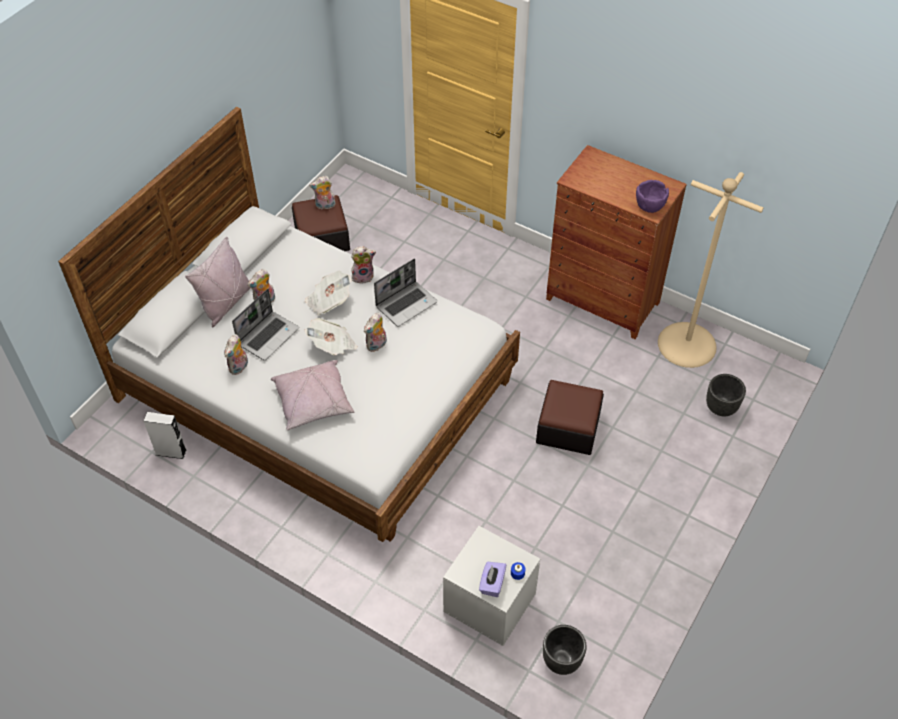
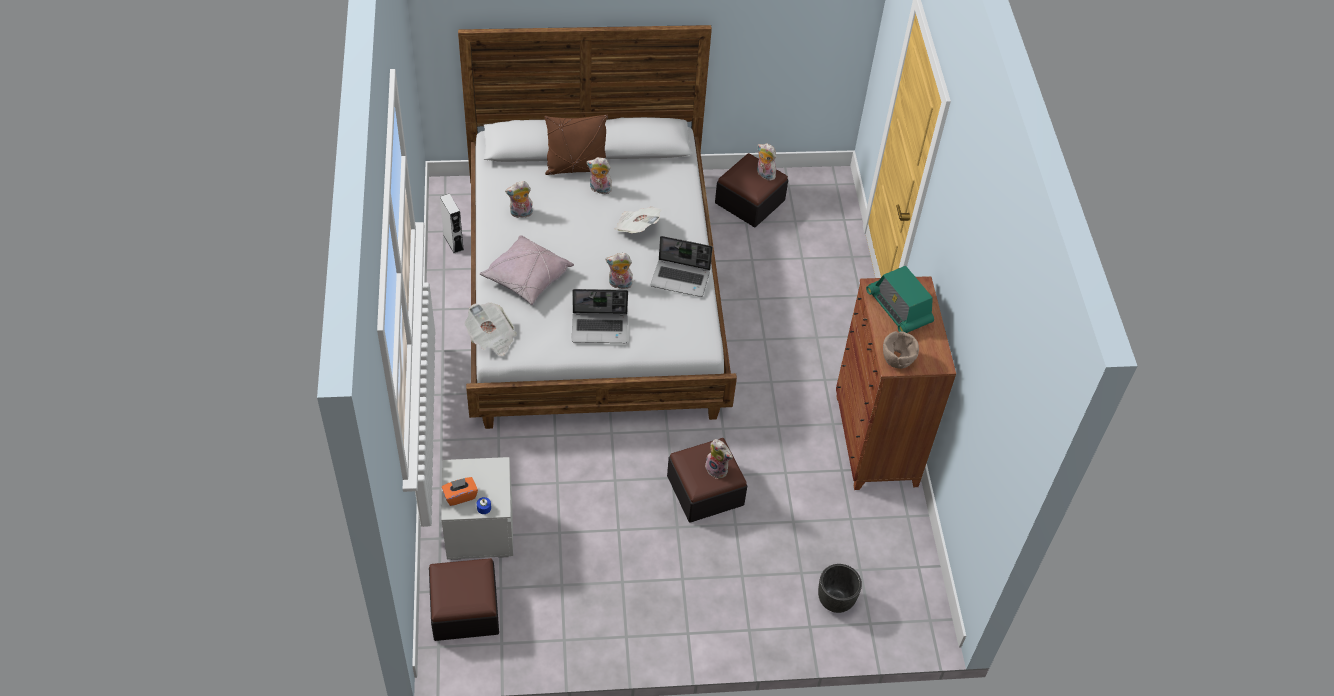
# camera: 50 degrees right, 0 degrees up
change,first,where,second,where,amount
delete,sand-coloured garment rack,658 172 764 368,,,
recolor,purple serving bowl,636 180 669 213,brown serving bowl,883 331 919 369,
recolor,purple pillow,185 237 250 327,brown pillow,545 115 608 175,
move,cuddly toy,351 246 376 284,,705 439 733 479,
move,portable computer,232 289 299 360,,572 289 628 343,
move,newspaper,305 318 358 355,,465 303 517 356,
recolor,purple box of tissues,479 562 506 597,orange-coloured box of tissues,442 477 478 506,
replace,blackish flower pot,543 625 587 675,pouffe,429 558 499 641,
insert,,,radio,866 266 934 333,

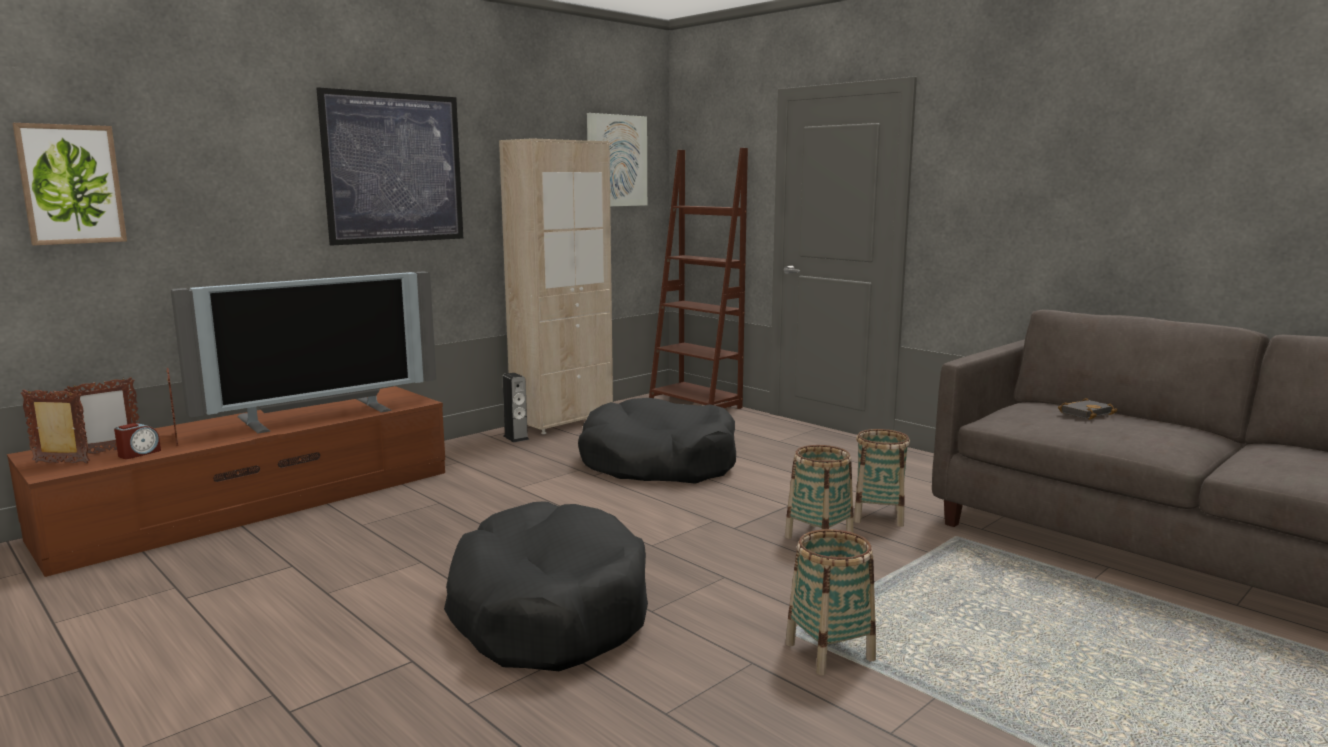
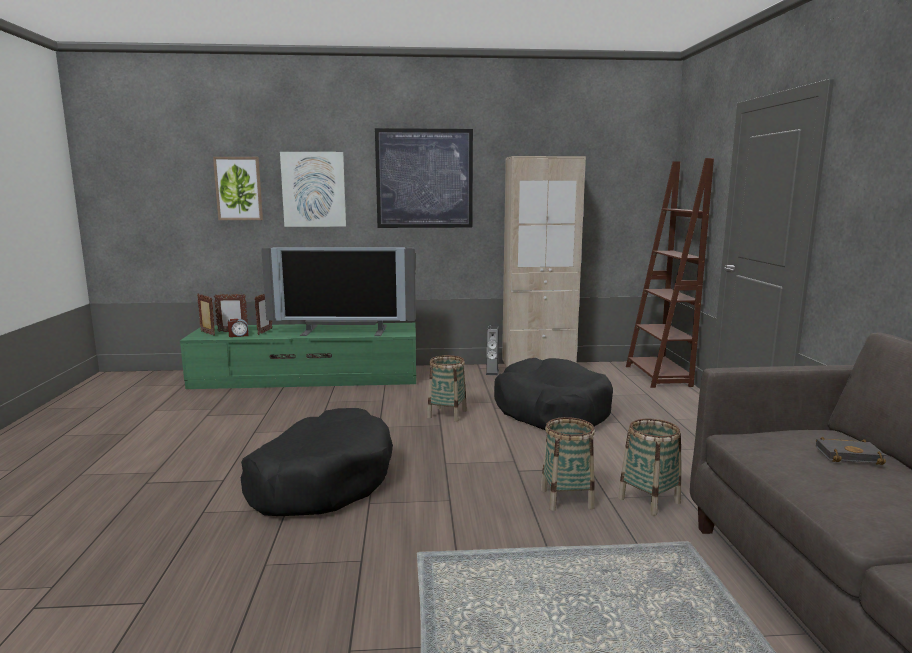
# camera: 40 degrees right, 0 degrees up
change,first,where,second,where,amount
move,picture,587 113 647 206,,280 152 346 227,
recolor,brown tv unit,7 386 445 577,green-coloured tv unit,180 323 416 389,
move,basket,785 529 876 675,,427 355 467 421,

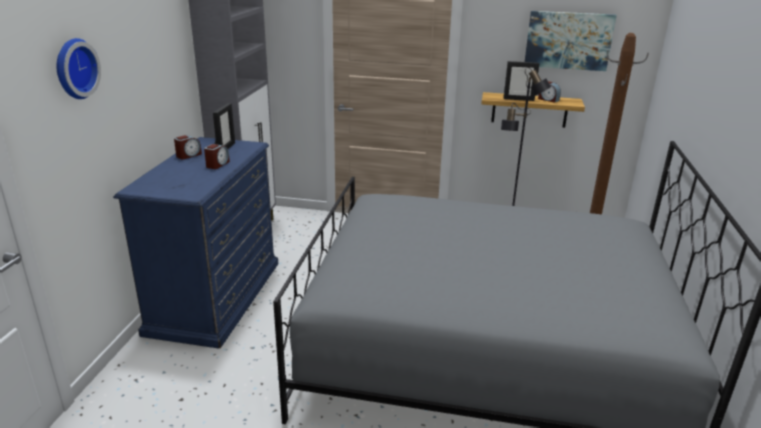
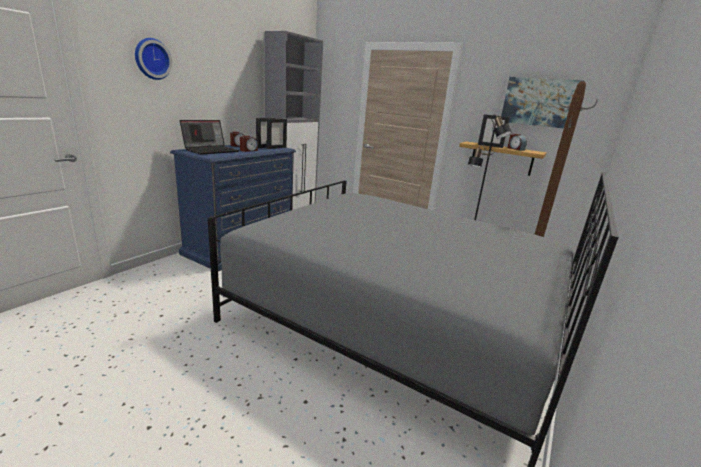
# camera: 20 degrees right, 5 degrees down
change,first,where,second,where,amount
insert,,,picture frame,266 119 287 149,
insert,,,portable computer,180 120 239 155,

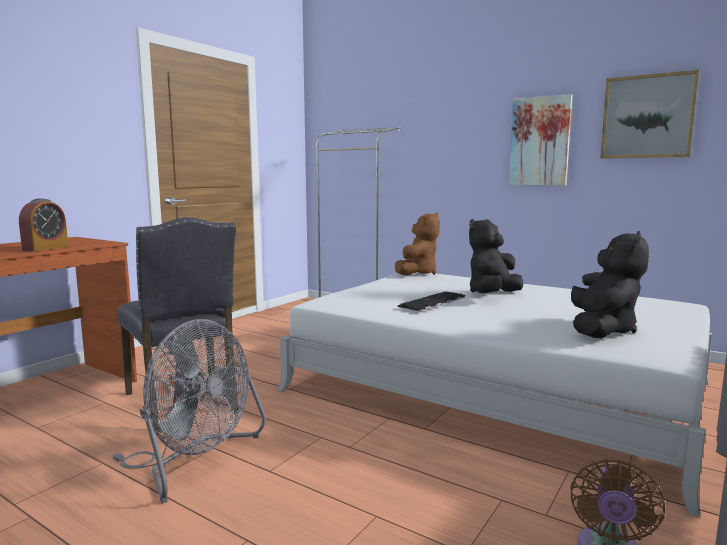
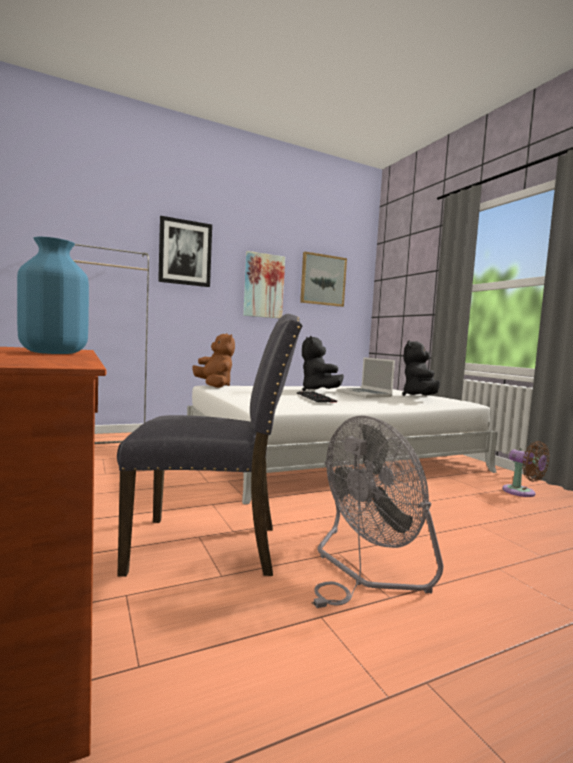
# camera: 60 degrees left, 5 degrees down
change,first,where,second,where,amount
replace,bedside clock,19 199 69 252,blue decorative vase,17 237 89 354,
rotate,blackish cuddly toy,571 231 649 338,,402 340 440 396,120 degrees counterclockwise
insert,,,picture,158 216 212 287,
insert,,,portable computer,337 357 395 398,

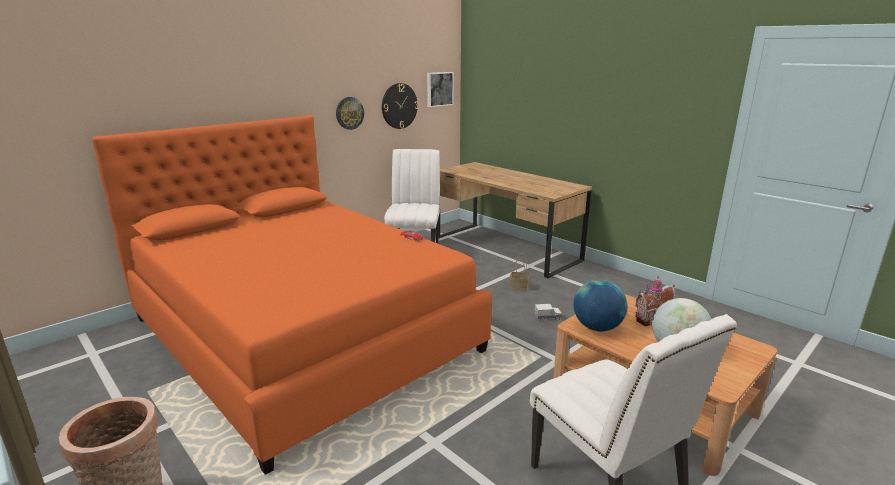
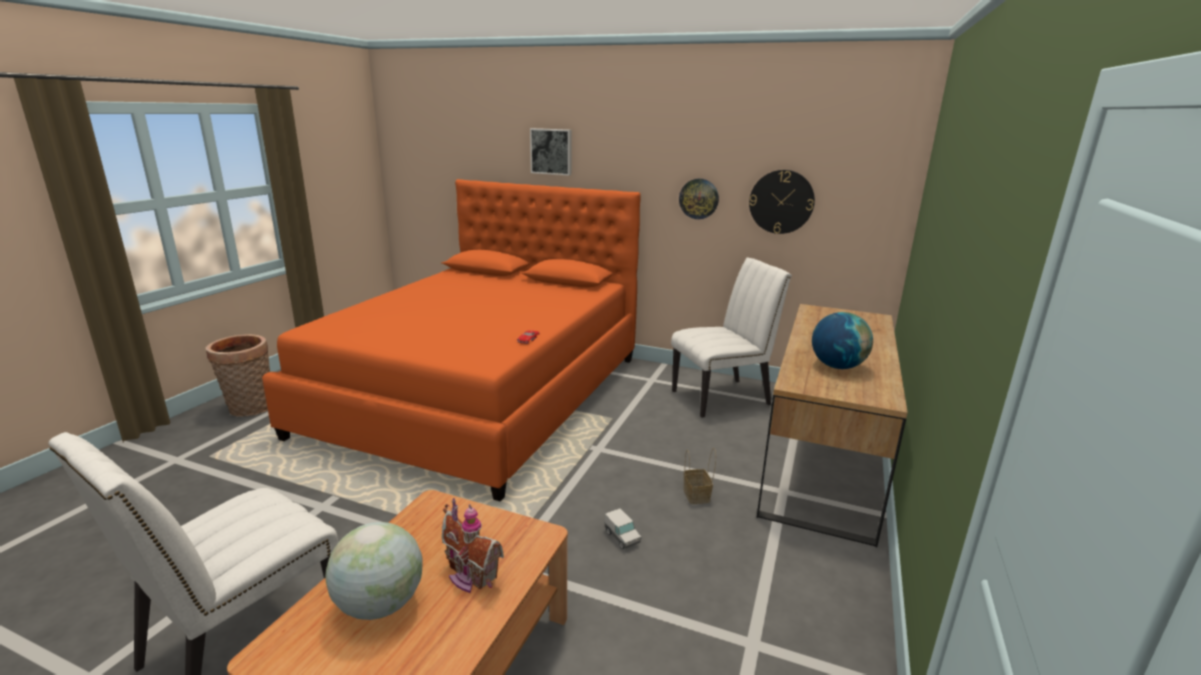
# camera: 65 degrees right, 0 degrees up
change,first,where,second,where,amount
move,picture,427 72 454 107,,530 128 571 176,
move,globe,573 279 627 331,,812 312 873 369,

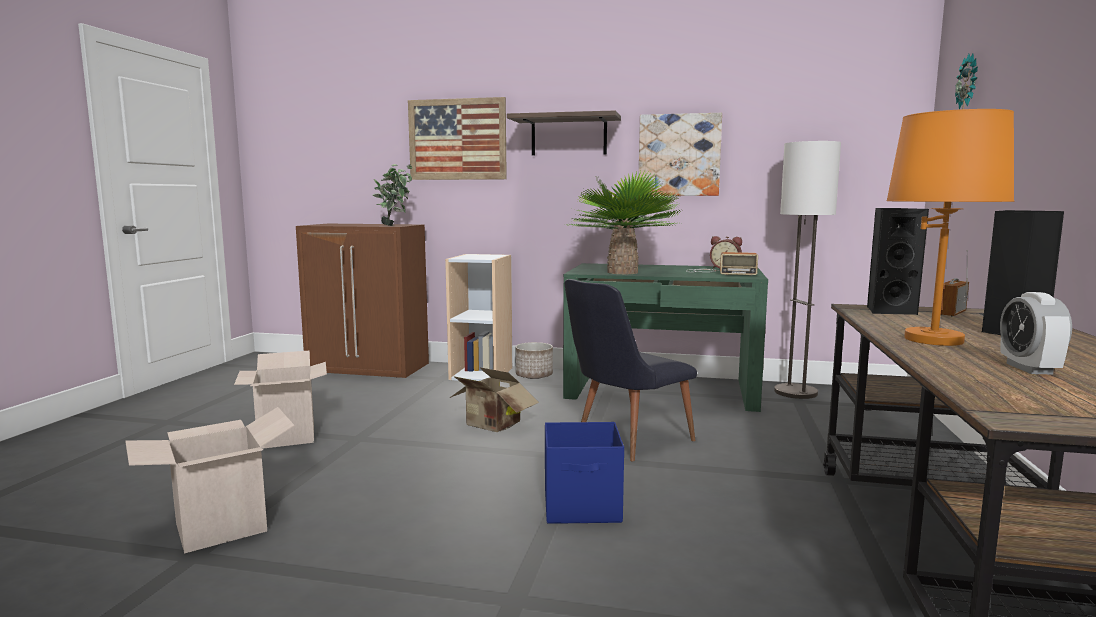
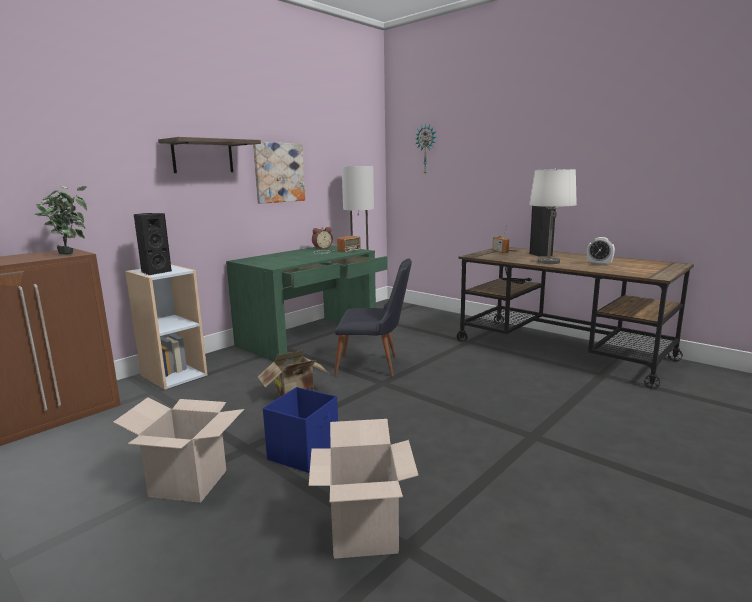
# camera: 60 degrees left, 5 degrees up
change,first,where,second,where,amount
delete,picture,408 97 507 180,,,
recolor,orange-coloured tabletop lamp,887 109 1014 346,white tabletop lamp,529 168 577 264,
delete,houseplant,563 171 685 274,,,
move,blackish loudspeaker,867 208 929 315,,134 213 172 276,
rotate,blackish upright chair,564 279 697 461,,334 258 412 377,75 degrees counterclockwise
delete,flower pot,515 342 553 379,,,
move,blue storage bin,545 422 624 524,,263 387 338 473,

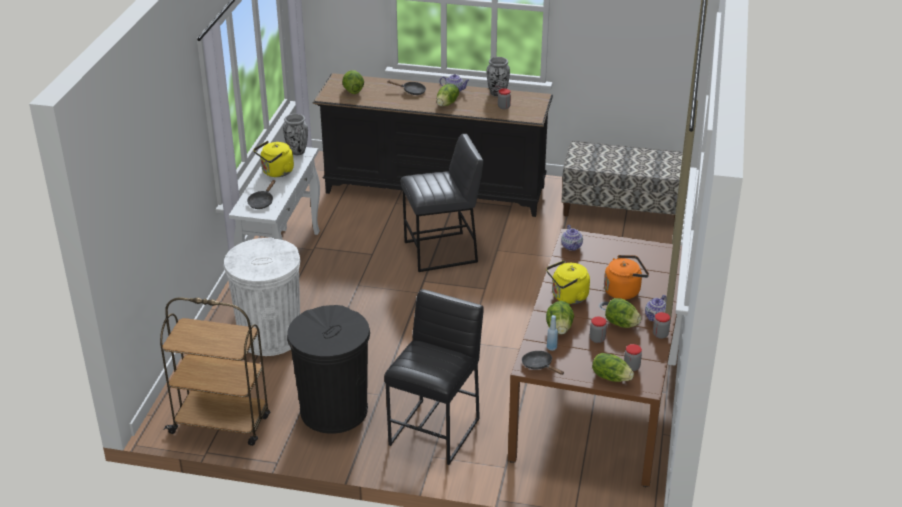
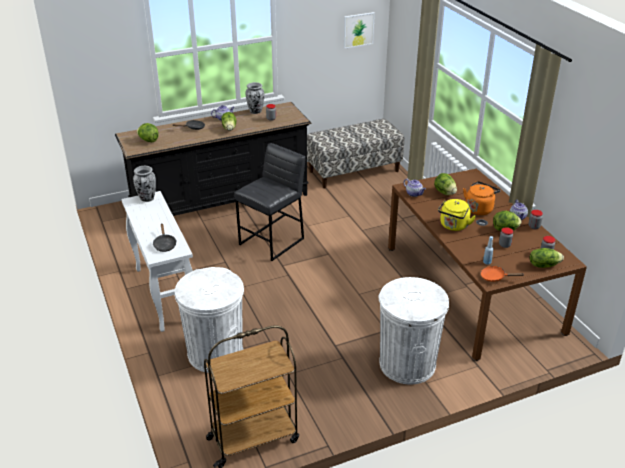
# camera: 35 degrees left, 0 degrees up
change,first,where,second,where,amount
delete,yellow-coloured kettle,254 141 294 177,,,
replace,blackish stool,384 289 484 465,white waste bin,379 277 449 385,
move,head of lettuce,546 301 574 335,,434 173 457 195,
delete,blackish waste bin,287 305 370 434,,,
recolor,blackish skillet,522 351 564 375,orange-coloured skillet,481 266 524 282,
insert,,,picture,344 12 375 49,

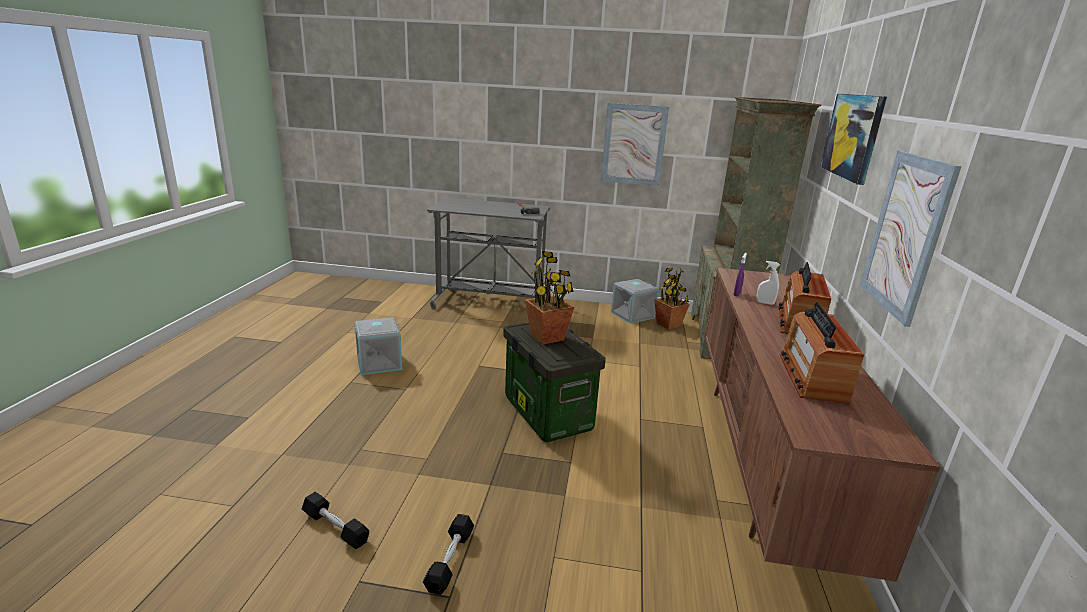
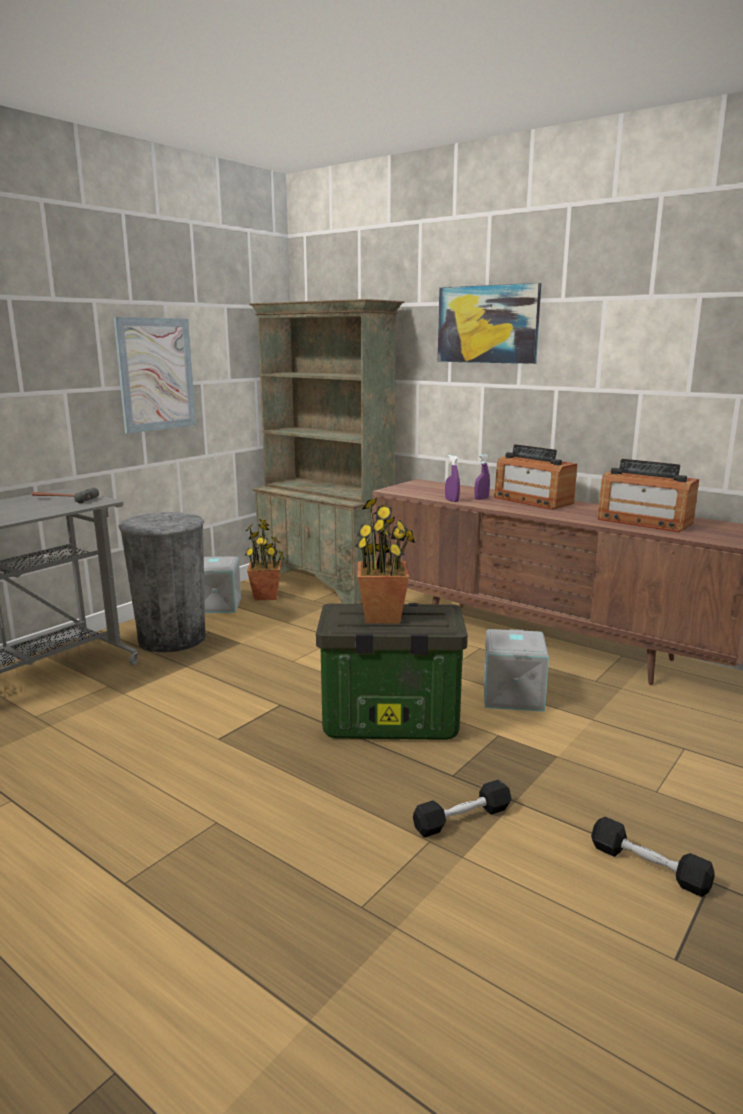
# camera: 60 degrees left, 5 degrees down
change,first,where,second,where,amount
delete,picture,860 151 961 327,,,
recolor,white spray bottle,756 261 780 305,purple spray bottle,475 454 490 500,
move,grey storage bin,353 317 402 375,,484 629 549 712,
move,blackish free weight,302 492 369 549,,413 780 512 838,
insert,,,grey waste bin,119 512 206 653,

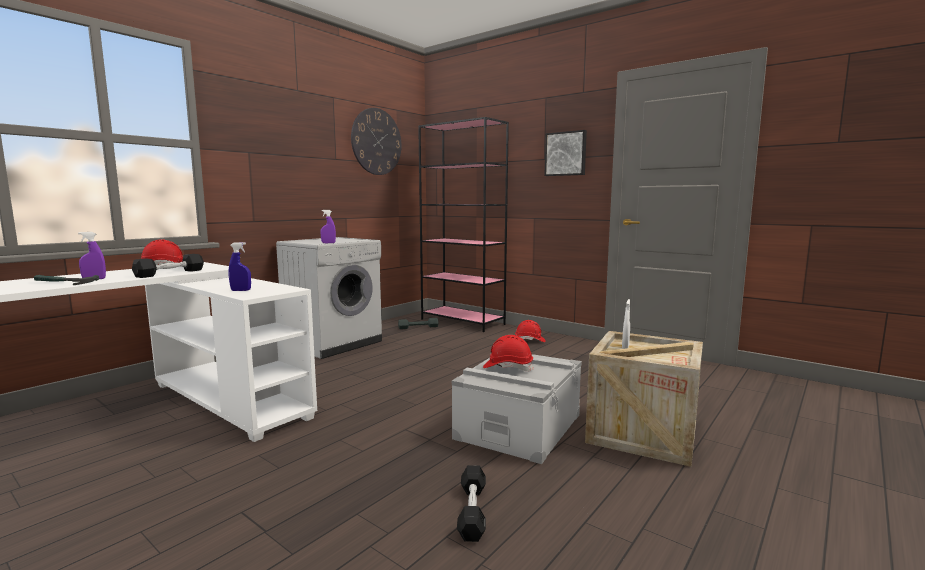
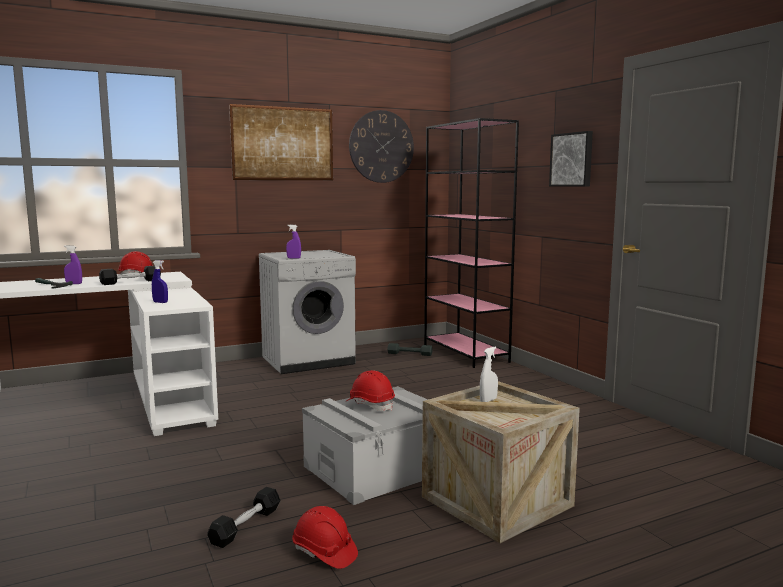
# camera: 25 degrees right, 0 degrees up
change,first,where,second,where,amount
move,red safety helmet,515 320 546 342,,292 506 358 569,
insert,,,picture,229 104 333 180,

